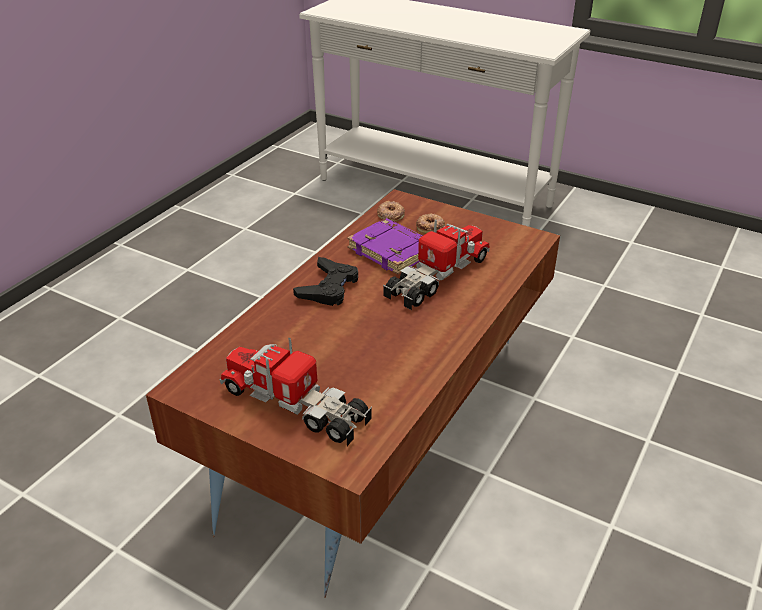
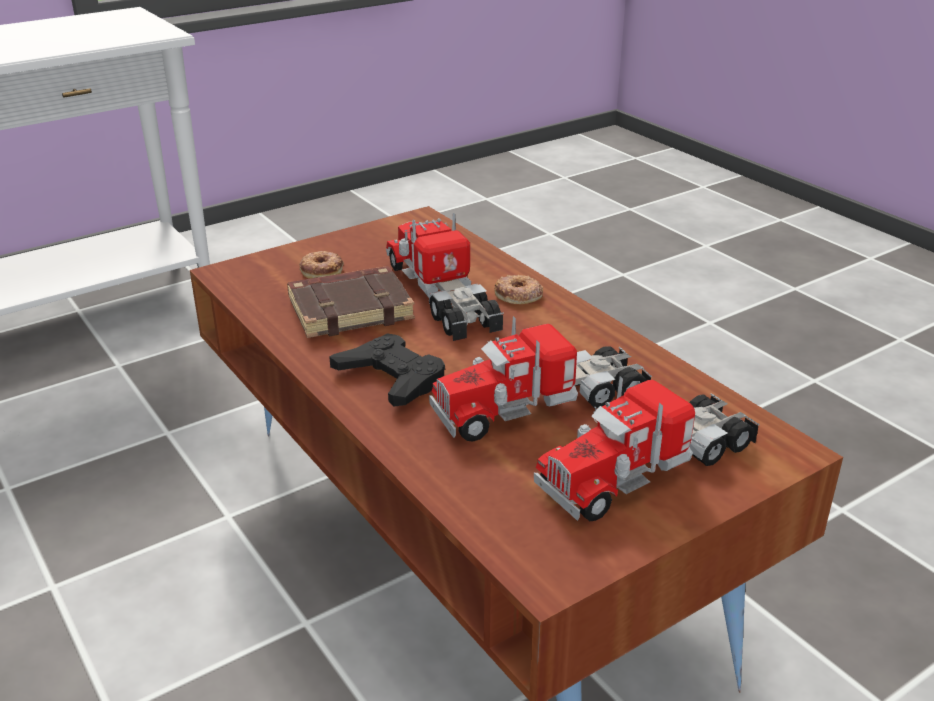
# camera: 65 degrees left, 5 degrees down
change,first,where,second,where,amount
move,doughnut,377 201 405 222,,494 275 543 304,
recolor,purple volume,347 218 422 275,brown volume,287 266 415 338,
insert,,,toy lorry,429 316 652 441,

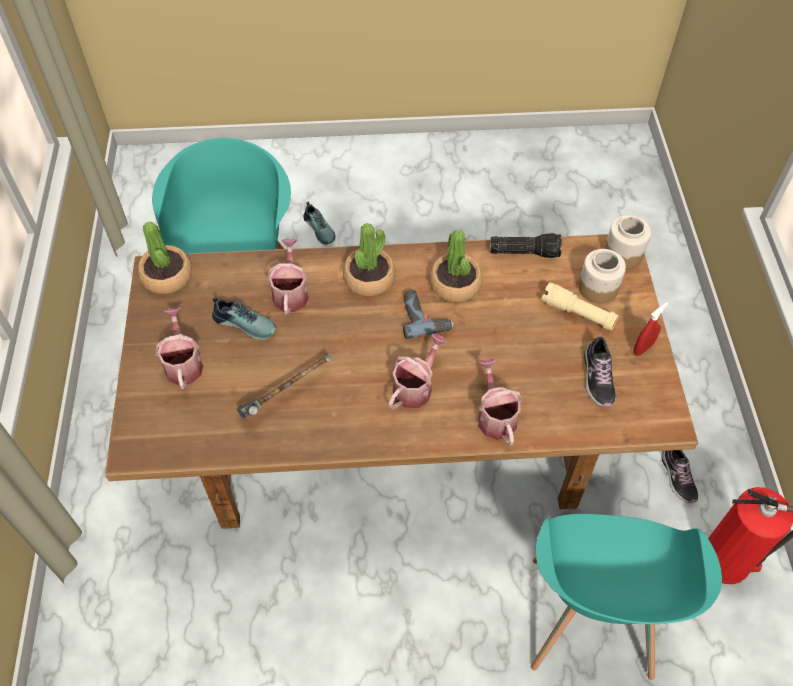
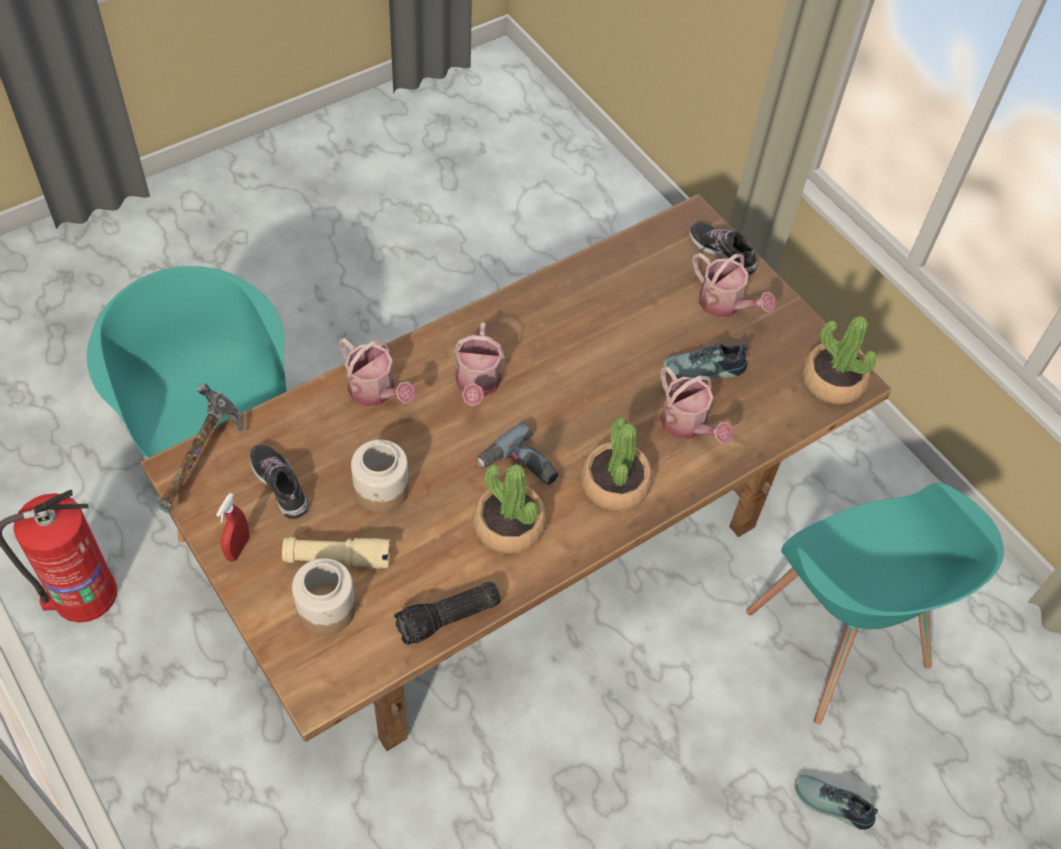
# camera: 145 degrees right, 0 degrees up
change,first,where,second,where,amount
move,jar,604 215 651 269,,351 440 409 513,
move,hand hammer,237 354 332 418,,155 383 246 513,
move,shoe,661 450 698 503,,689 222 757 275,

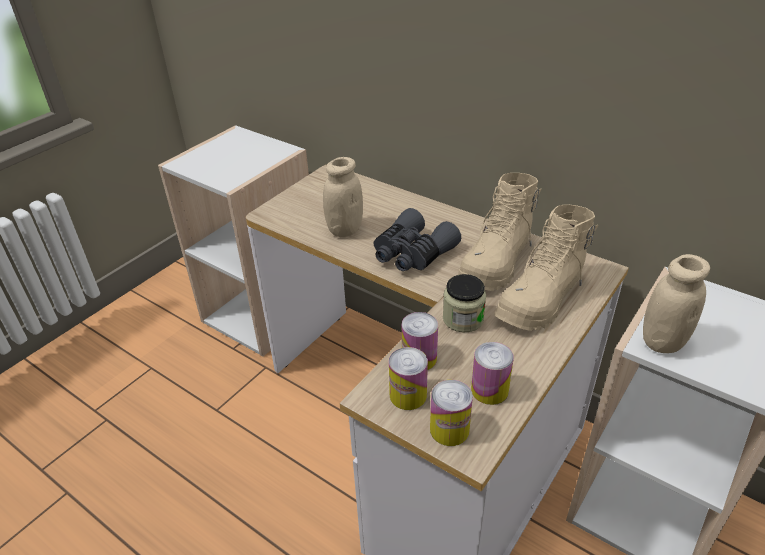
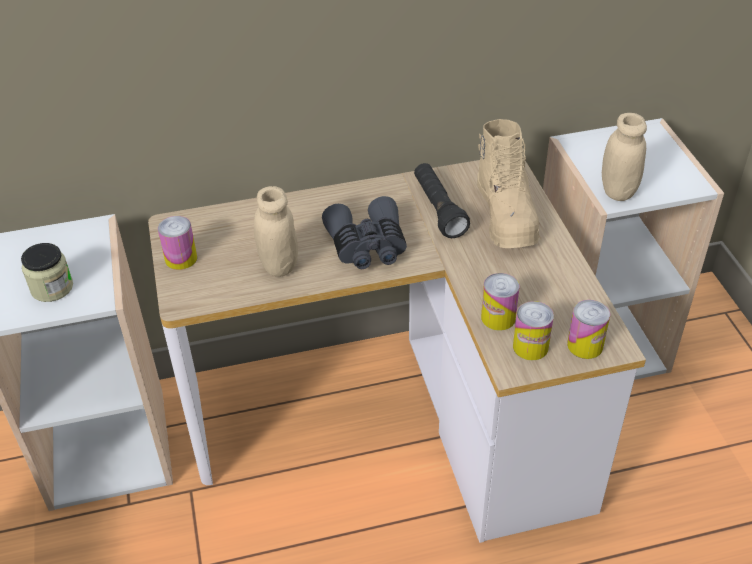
# camera: 50 degrees left, 5 degrees up
change,first,where,second,where,amount
replace,sand-coloured tall boot,458 173 541 291,blackish hand torch,414 163 470 238,
move,jar,443 274 486 333,,21 243 73 302,
move,metal can,471 342 514 405,,158 216 197 270,

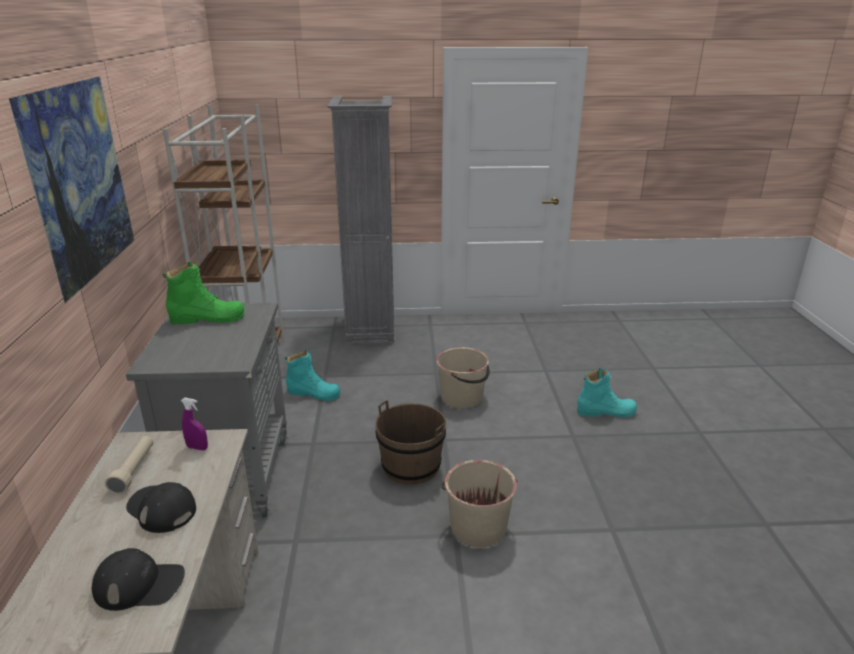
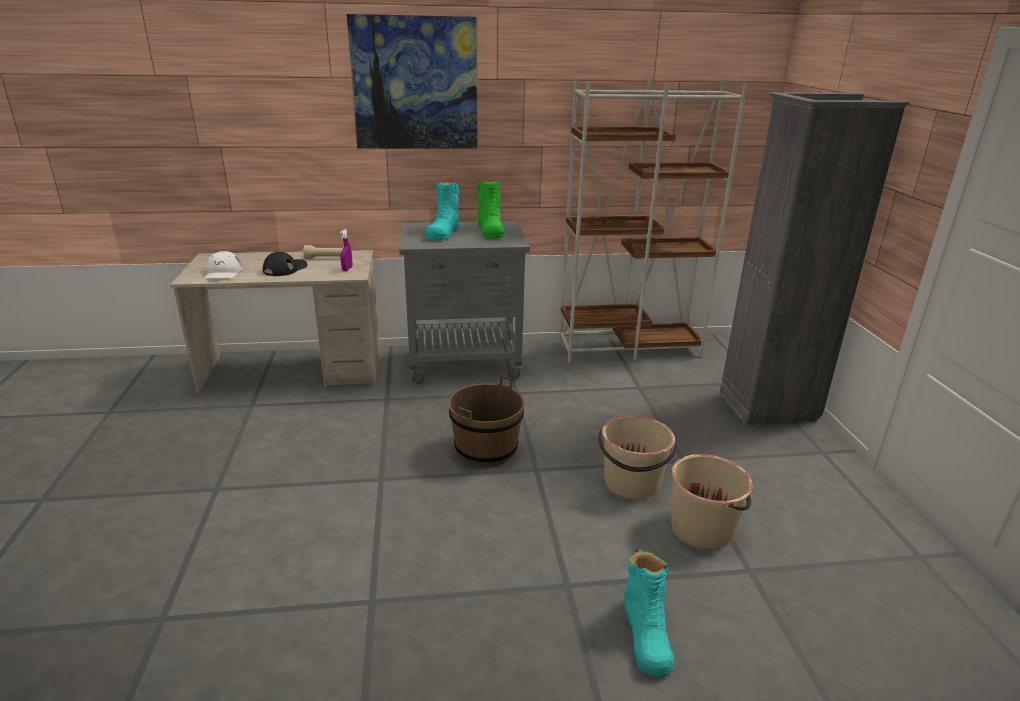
# camera: 85 degrees right, 0 degrees up
change,first,where,second,where,amount
move,turquoise-coloured tall boot,285 350 340 401,,426 182 459 240,
move,sand-coloured bucket,442 460 517 547,,671 454 753 549,
recolor,blackish cap,92 548 185 611,white cap,205 251 243 279,

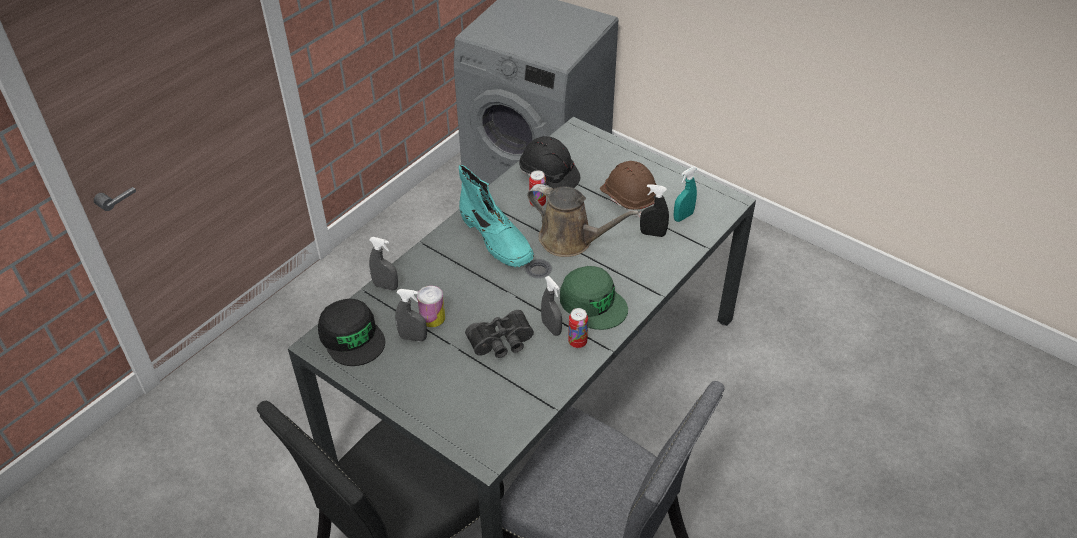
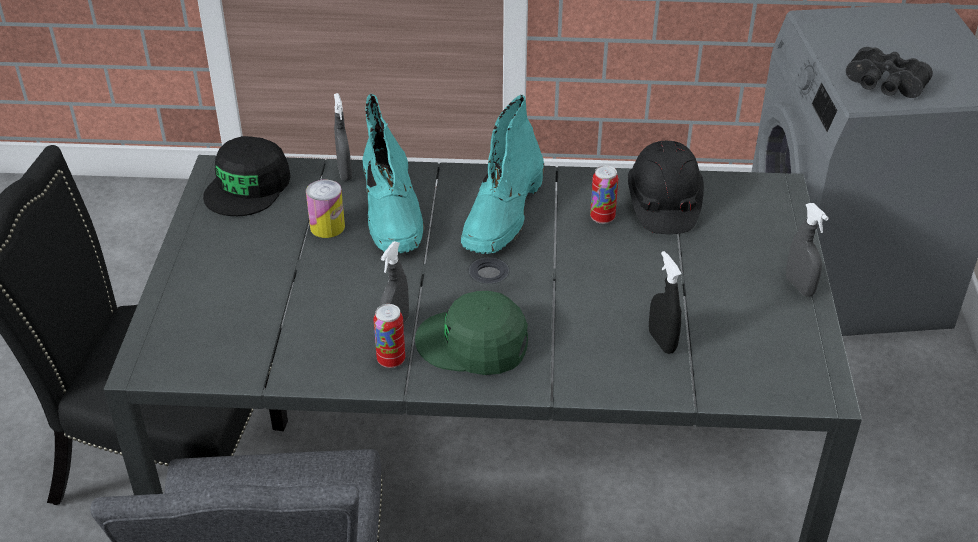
# camera: 55 degrees right, 5 degrees down
change,first,where,second,where,amount
delete,brown safety helmet,600 161 657 217,,,
delete,turquoise-coloured spray bottle,673 167 697 222,,,
delete,brown watering pot,527 184 639 257,,,
rotate,green-coloured cap,560 266 628 330,,415 291 528 375,90 degrees clockwise
move,grey spray bottle,395 289 427 342,,786 203 829 297,
move,blackish binoculars,465 310 534 358,,846 47 933 98,
insert,,,turquoise-coloured tall boot,363 94 425 253,

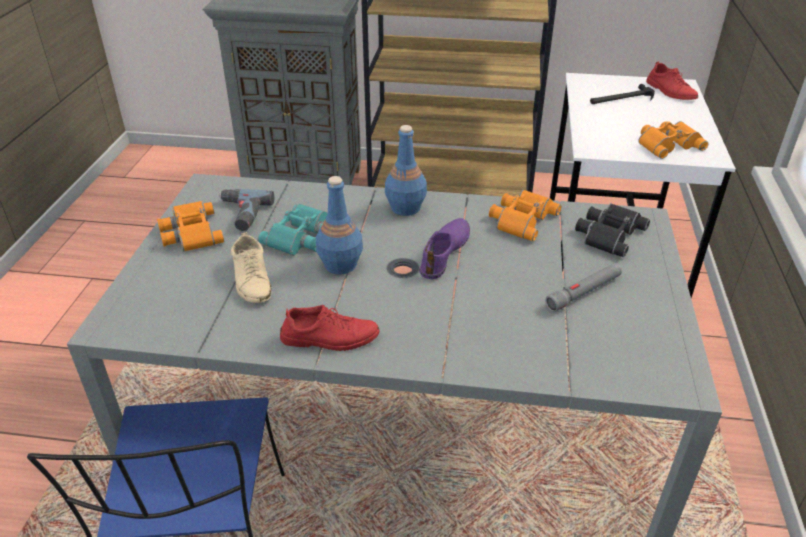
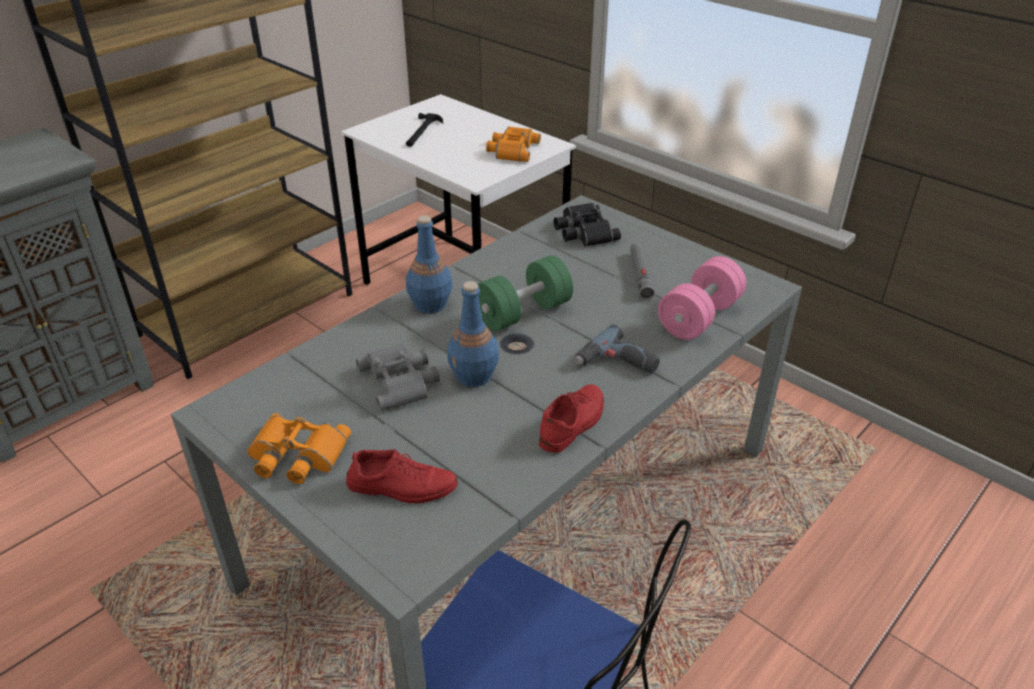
# camera: 55 degrees left, 0 degrees up
change,first,where,second,where,amount
move,red shoe,646 61 698 100,,346 449 458 504,
move,electric drill,219 189 274 231,,575 324 660 373,
delete,orange-coloured binoculars,489 190 561 241,,,
recolor,turquoise-coloured binoculars,258 204 328 256,grey binoculars,356 344 440 411,
replace,purple shoe,419 218 470 279,green-coloured free weight,478 255 573 331,
delete,sand-coloured shoe,231 232 271 303,,,
insert,,,pink free weight,658 256 746 340,

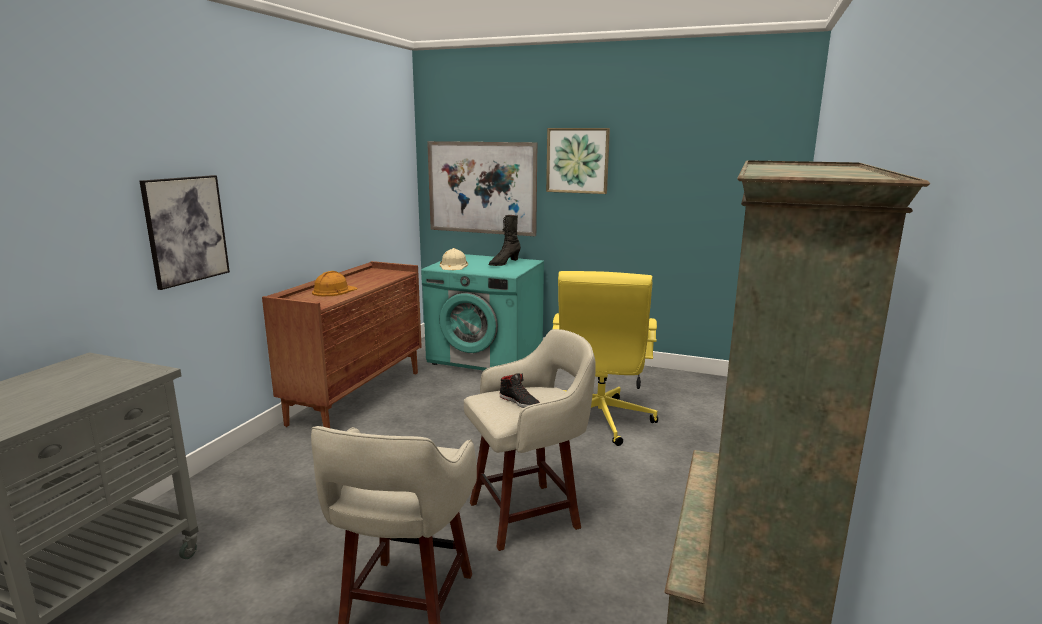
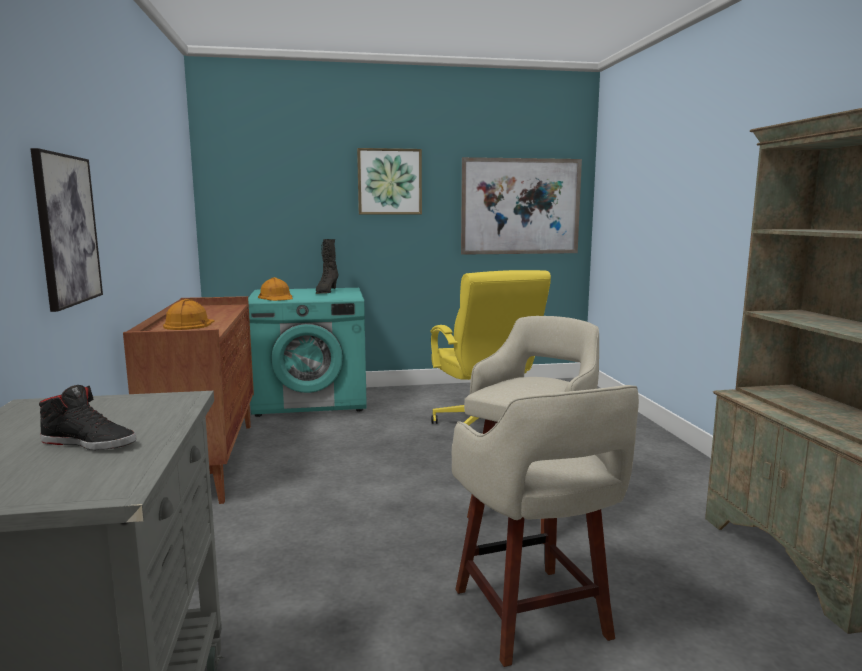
# camera: 30 degrees left, 5 degrees down
change,first,where,second,where,amount
move,picture,427 141 537 236,,461 157 582 255,
recolor,sand-coloured safety helmet,440 248 468 270,orange-coloured safety helmet,258 277 293 301,
move,blackish shoe,499 373 540 408,,39 385 136 450,

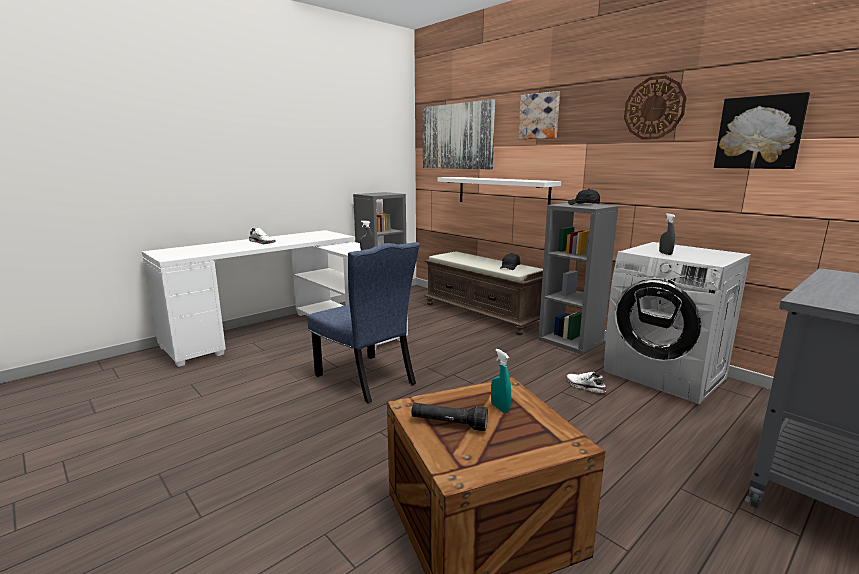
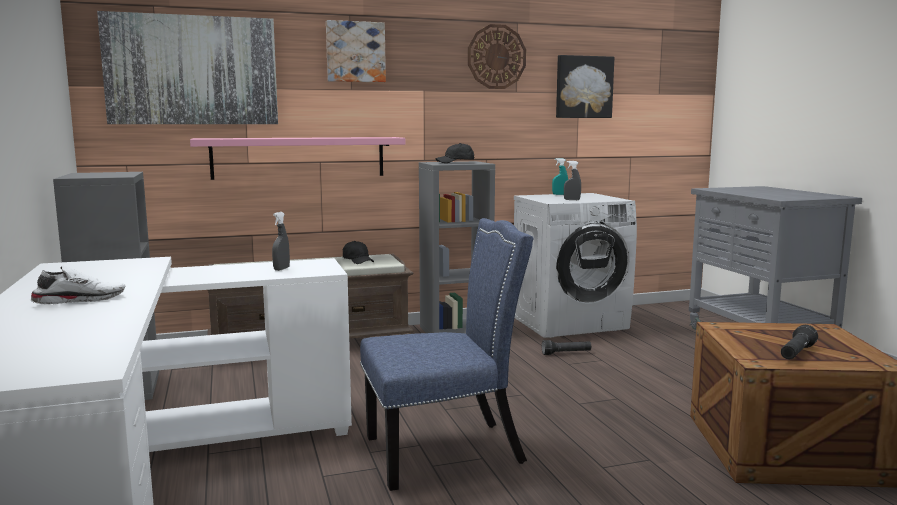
# camera: 65 degrees left, 5 degrees down
change,first,where,second,where,amount
recolor,white bracket shelf,437 177 561 205,pink bracket shelf,190 137 406 180,
move,turquoise-coloured spray bottle,491 349 511 413,,552 158 568 195,
replace,white shoe,567 372 607 393,blackish hand torch,542 340 591 355,

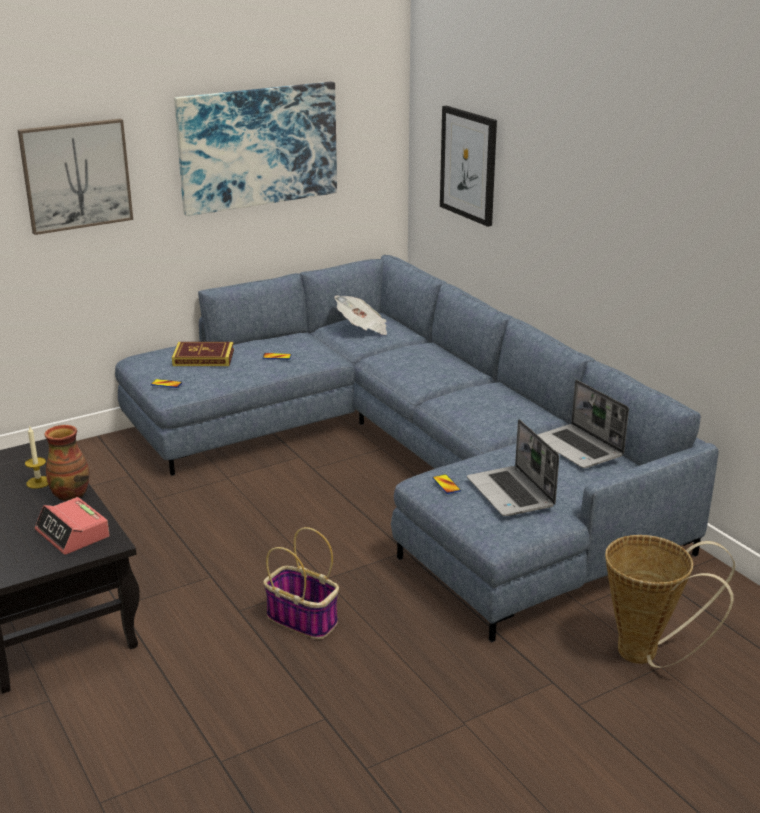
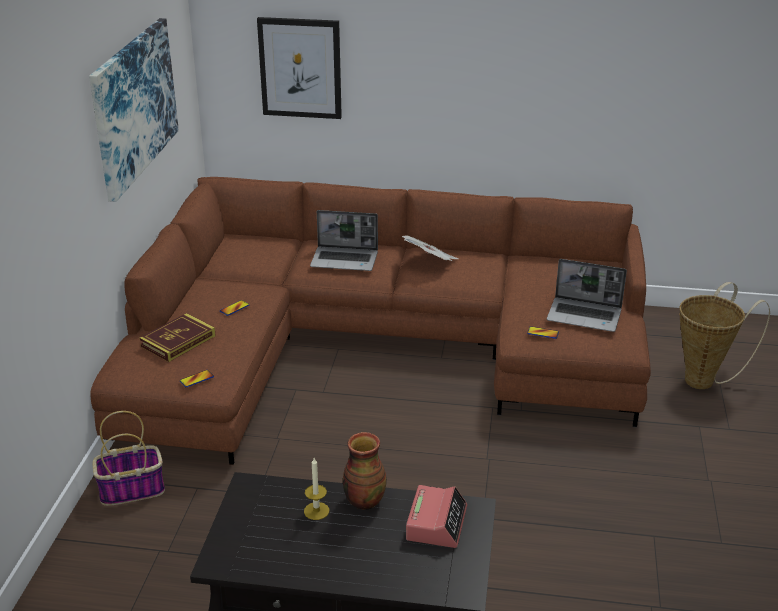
# camera: 50 degrees left, 5 degrees up
change,first,where,second,where,amount
delete,picture,18 119 133 235,,,
recolor,blue settee,115 255 719 642,brown settee,90 177 651 465,
move,newspaper,334 295 387 335,,402 235 459 261,
move,portable computer,537 380 629 468,,310 210 378 271,
rotate,bedside clock,35 497 110 555,,406 485 467 548,75 degrees counterclockwise
move,basket,263 527 339 640,,92 411 165 506,

